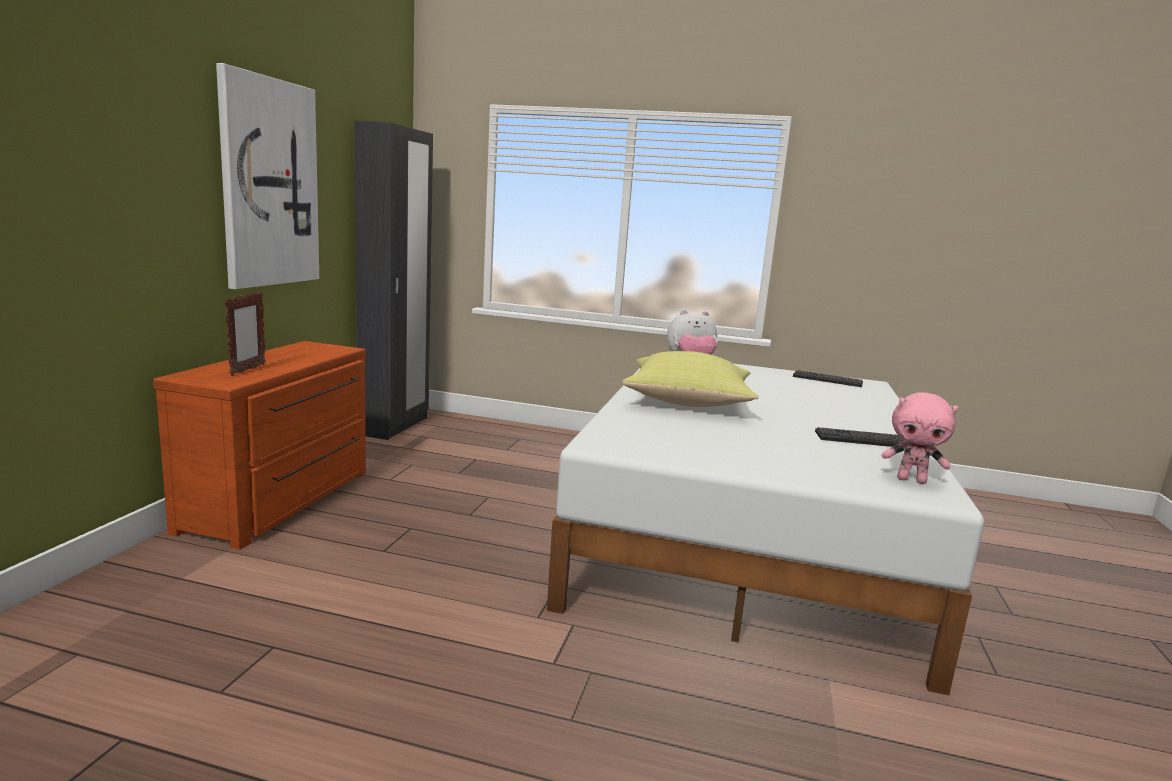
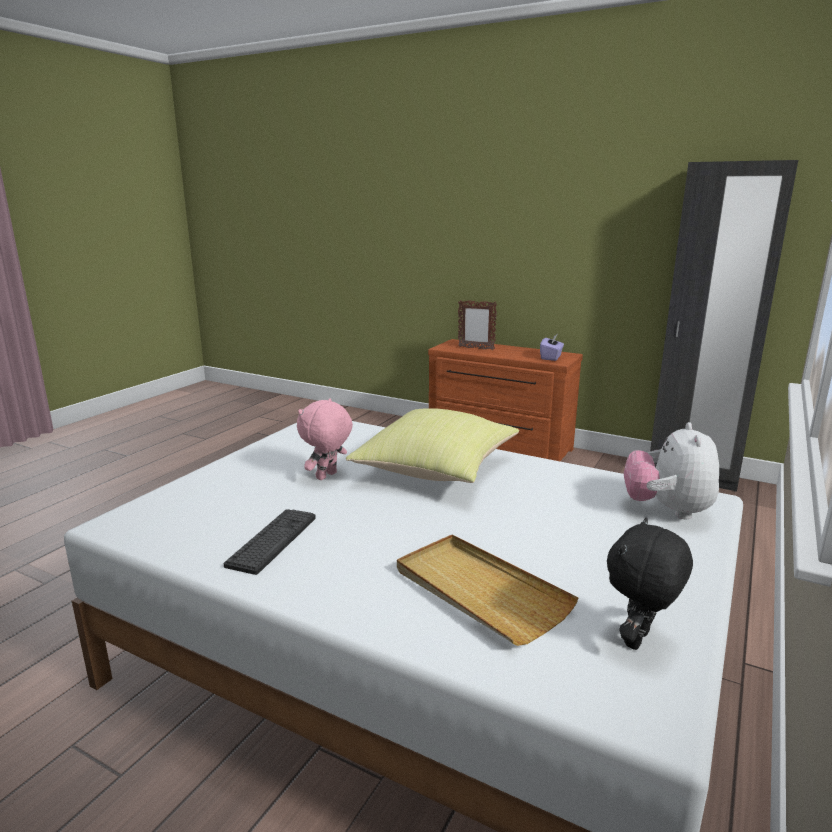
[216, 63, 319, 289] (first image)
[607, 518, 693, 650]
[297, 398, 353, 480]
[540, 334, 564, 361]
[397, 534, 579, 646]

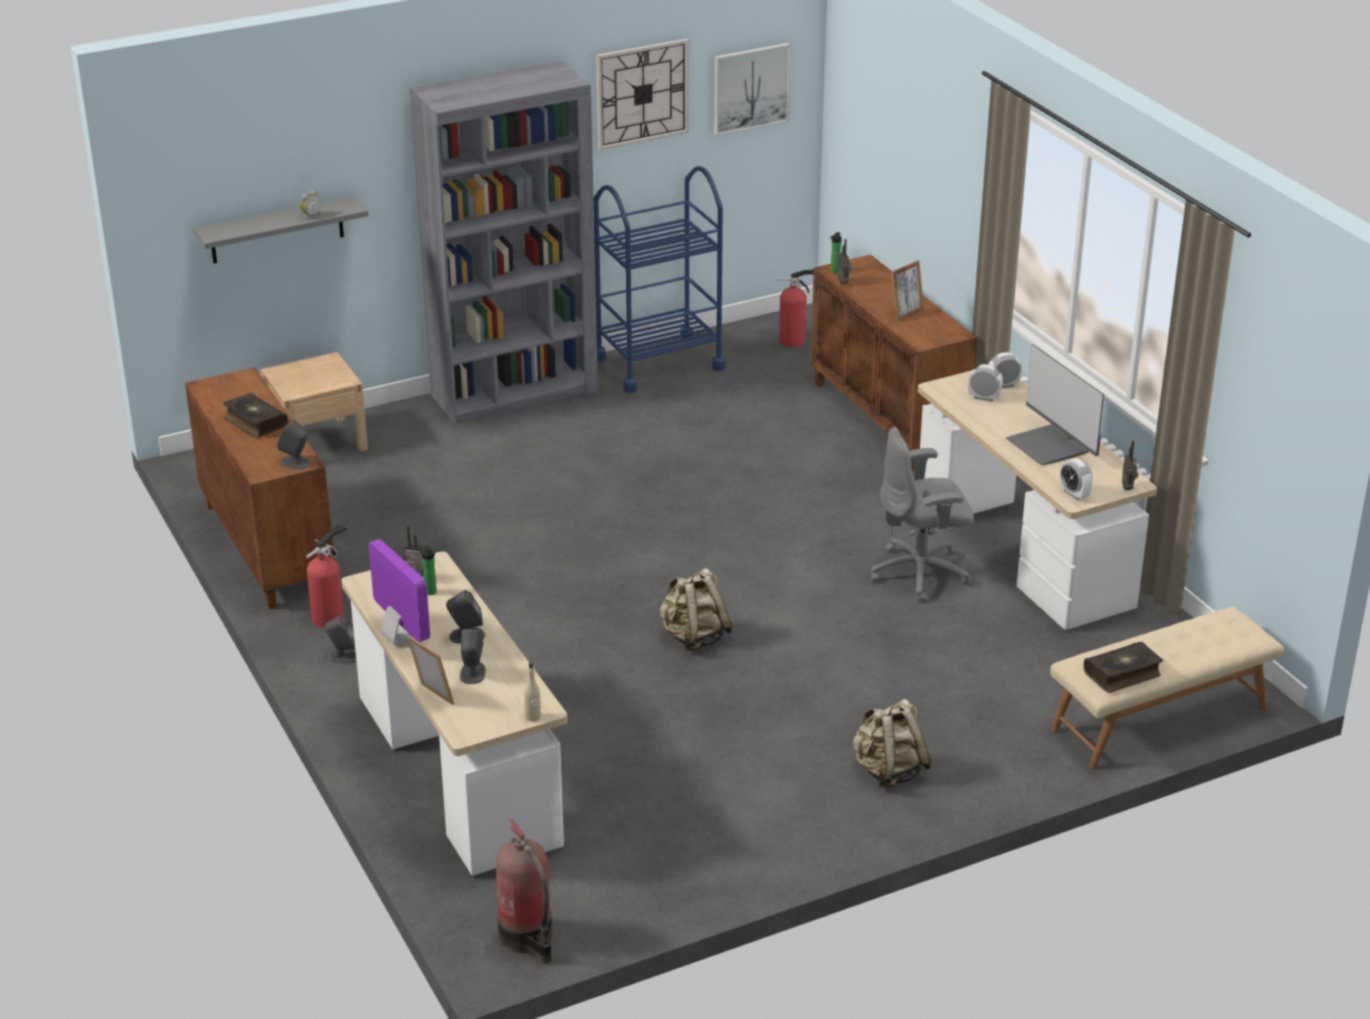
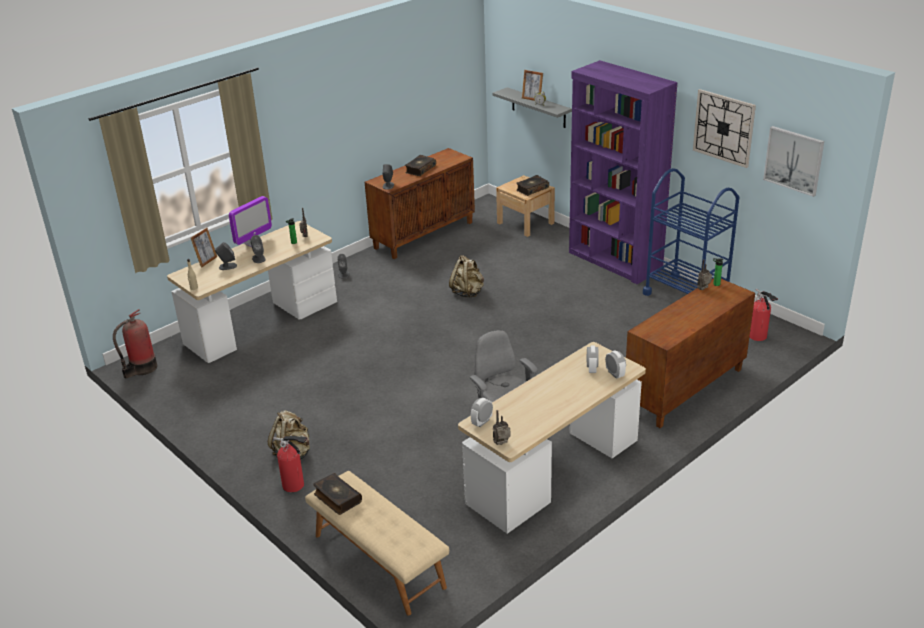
[569, 60, 678, 284]
[522, 70, 543, 101]
[1006, 344, 1104, 465] (first image)
[273, 434, 307, 492]
[449, 255, 484, 298]
[516, 175, 549, 196]

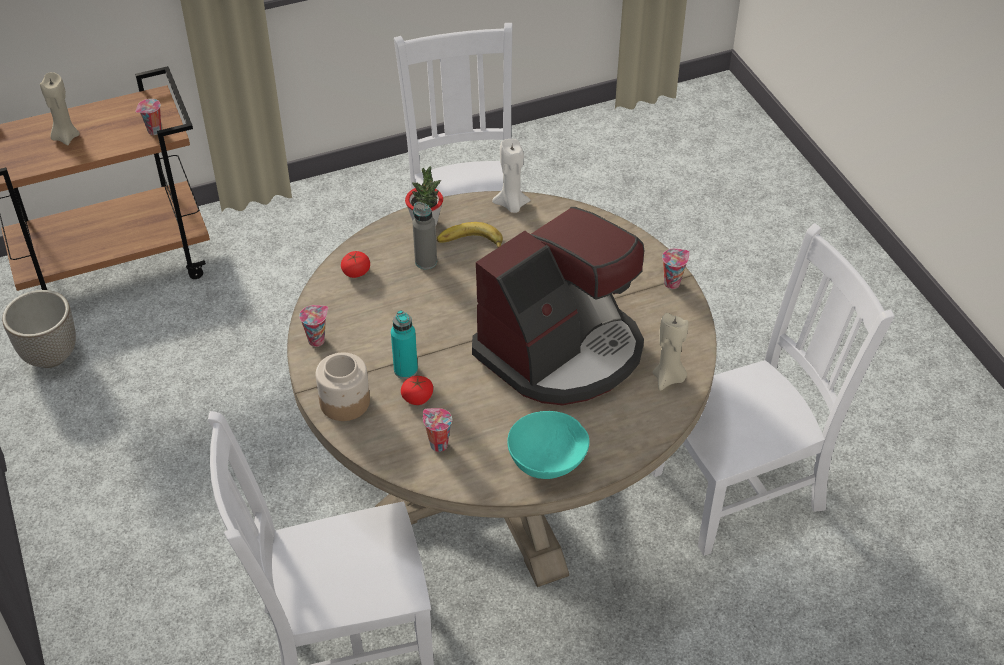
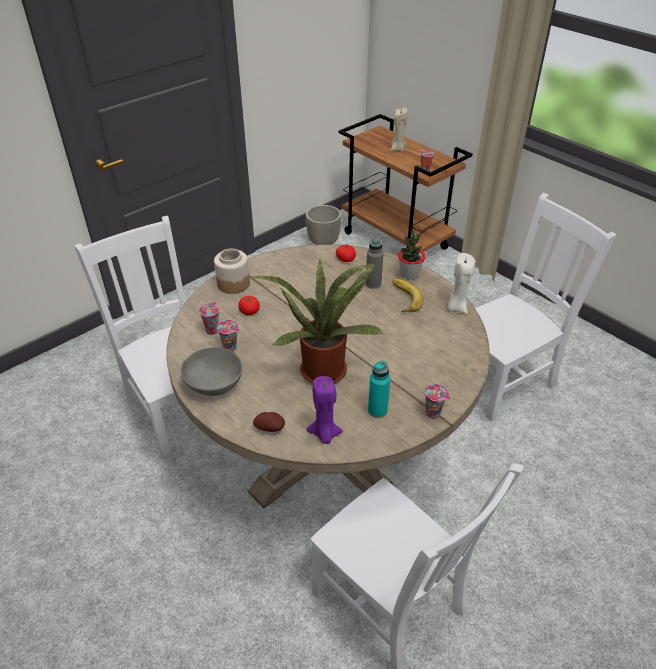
[253, 260, 385, 384]
[217, 320, 239, 352]
[368, 360, 391, 418]
[306, 376, 343, 444]
[181, 347, 243, 396]
[253, 412, 285, 432]

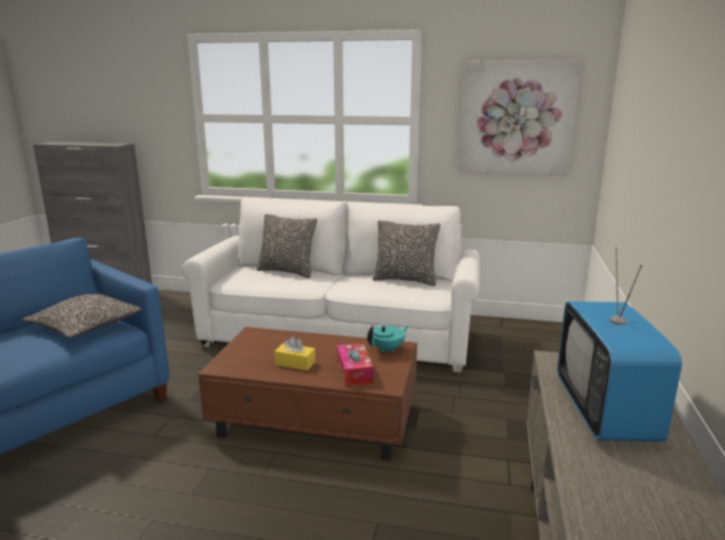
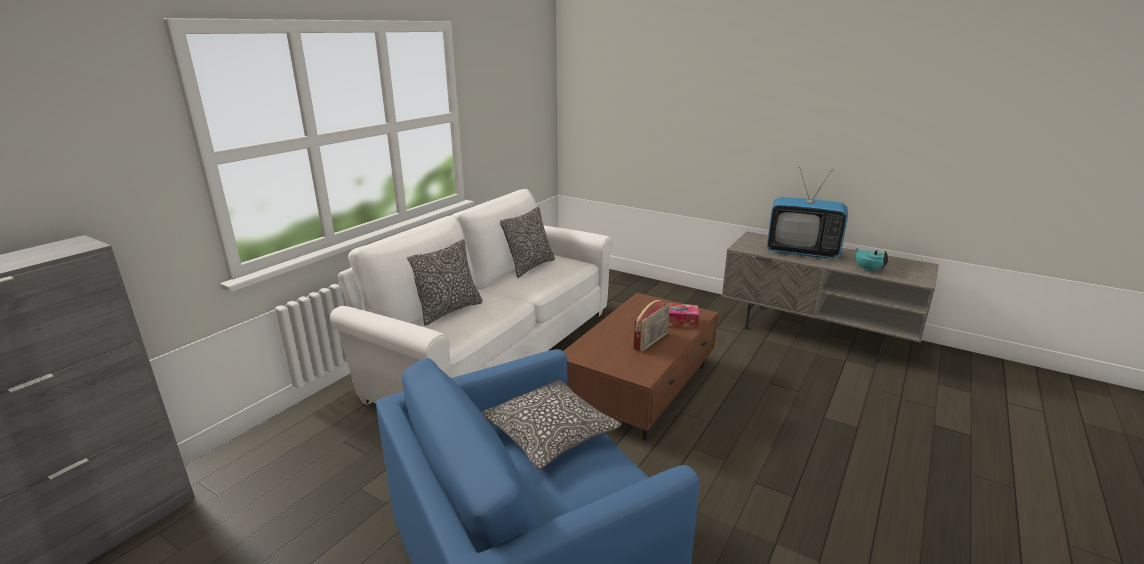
[459, 60, 582, 175] (first image)
[855, 248, 888, 272]
[633, 300, 670, 352]

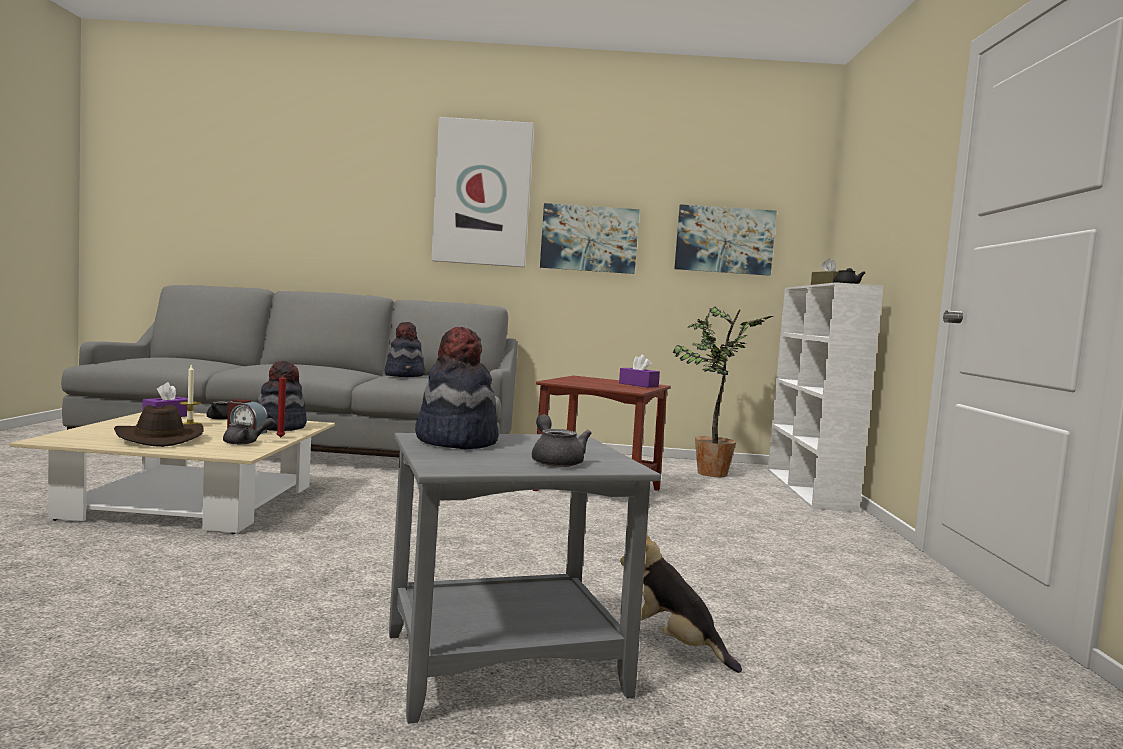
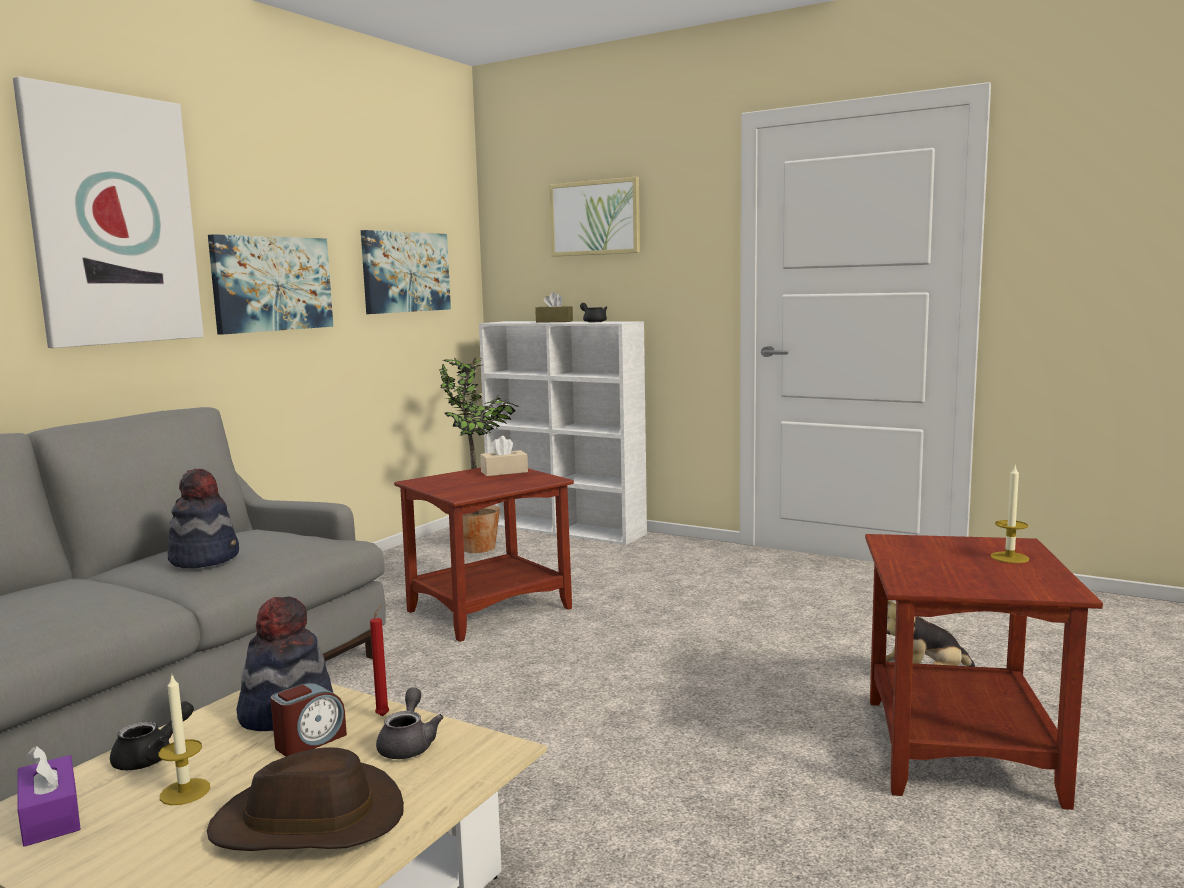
[415, 327, 499, 449] (first image)
[480, 436, 528, 476]
[990, 466, 1029, 563]
[865, 534, 1103, 810]
[549, 177, 640, 257]

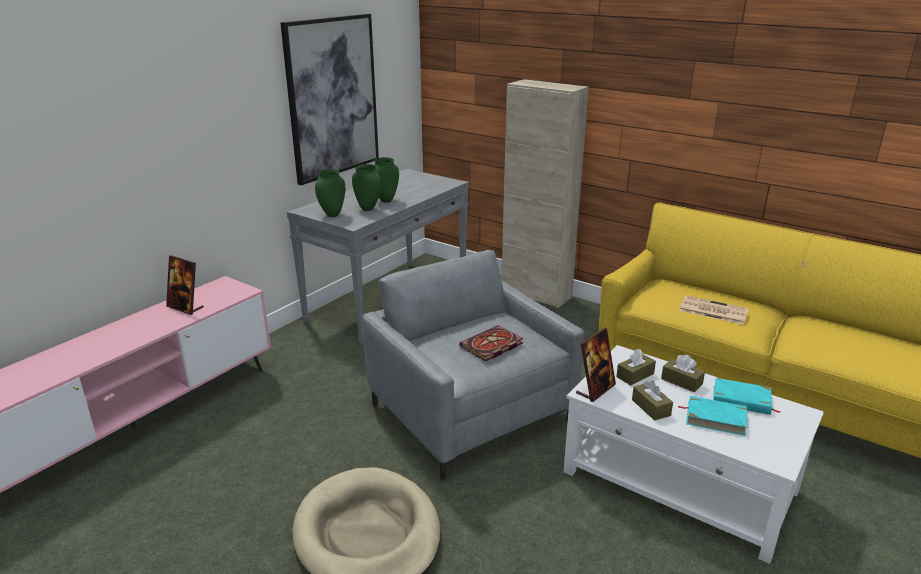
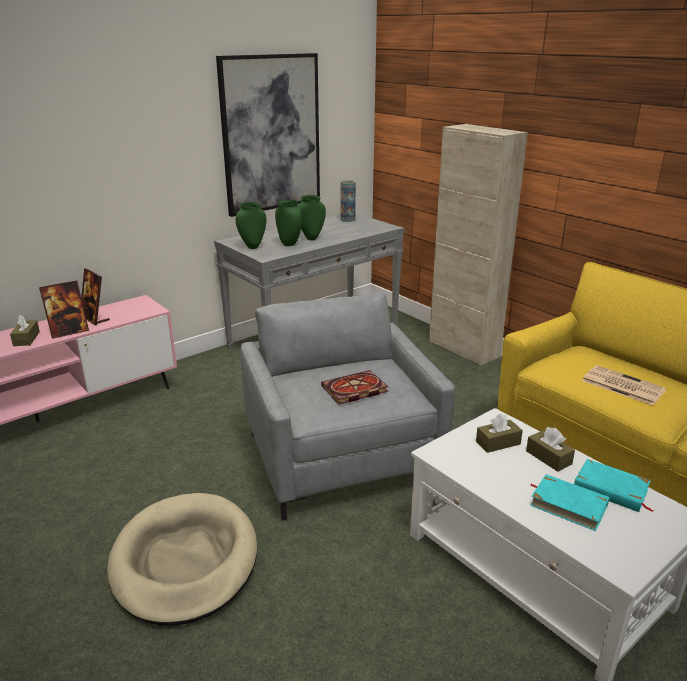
[39, 281, 89, 339]
[10, 315, 40, 346]
[341, 180, 356, 222]

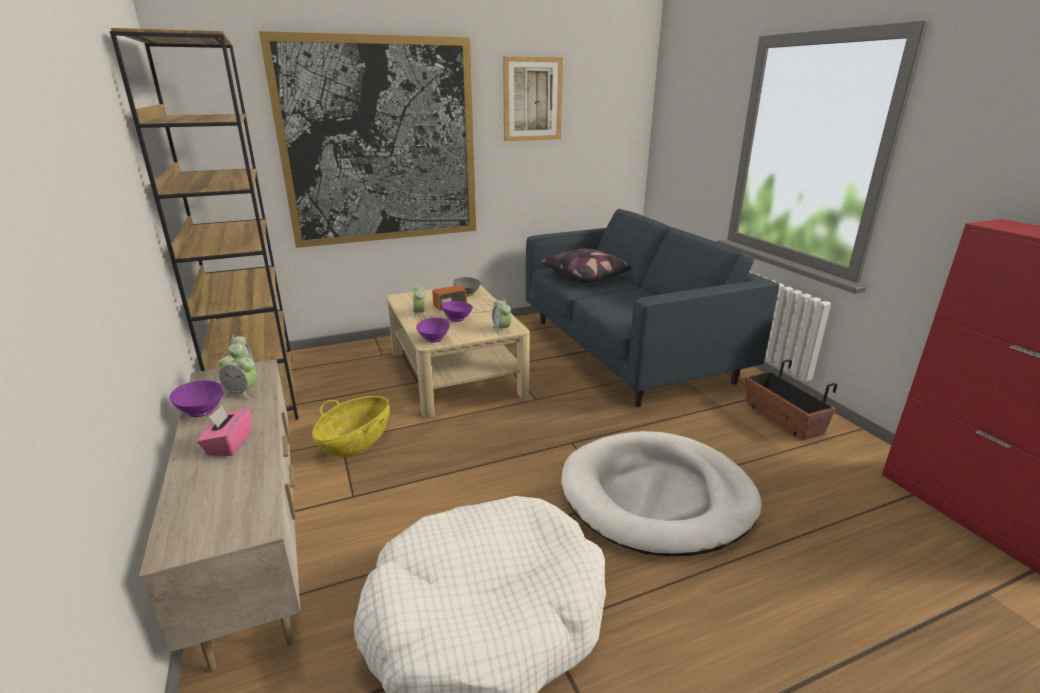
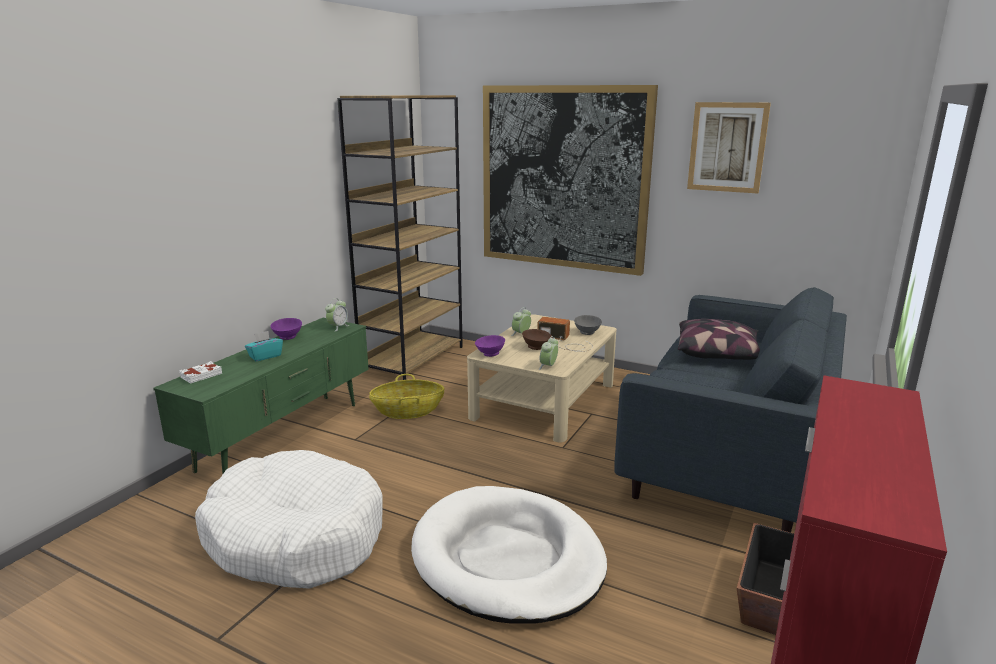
[522, 329, 552, 350]
[218, 351, 257, 399] (first image)
[153, 318, 369, 474]
[245, 331, 283, 361]
[179, 361, 222, 384]

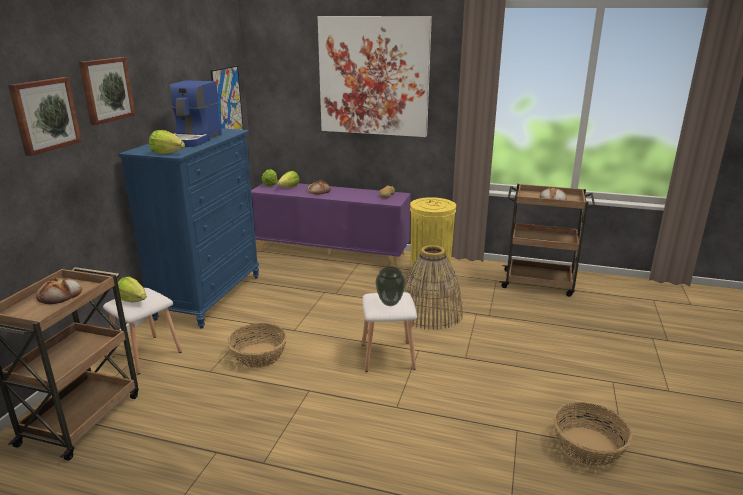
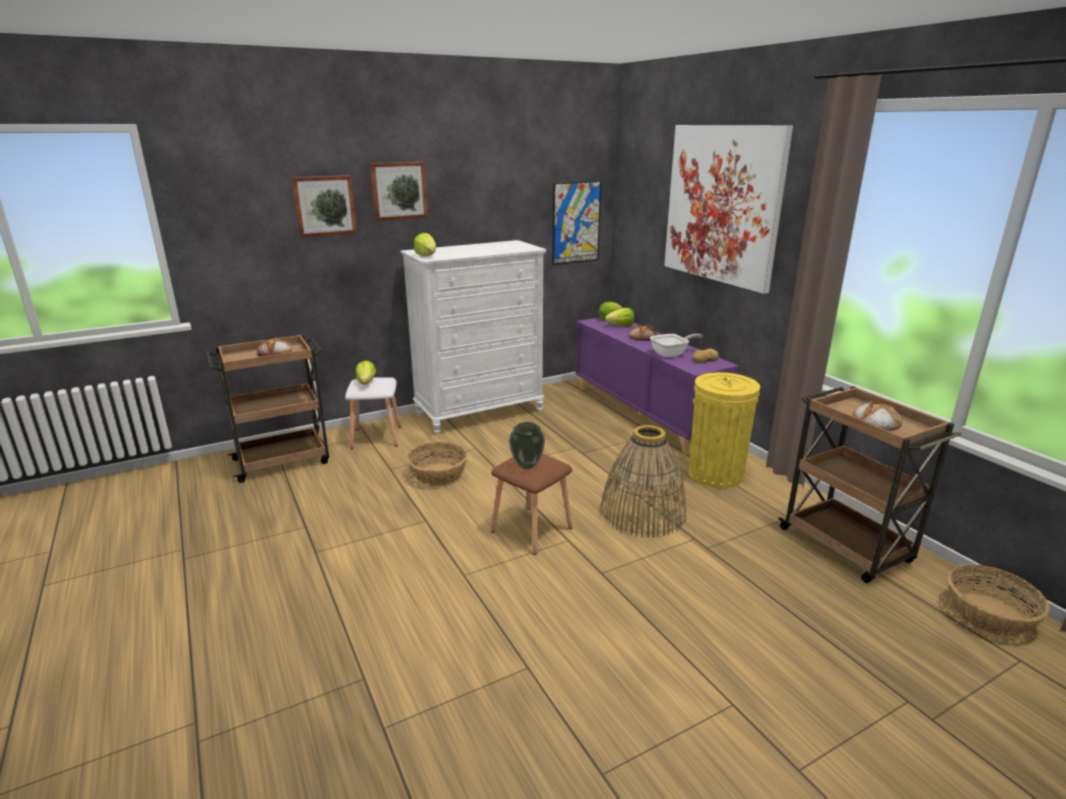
[170, 80, 222, 147] (first image)
[400, 240, 546, 435]
[491, 454, 573, 555]
[948, 564, 1050, 637]
[650, 334, 702, 357]

